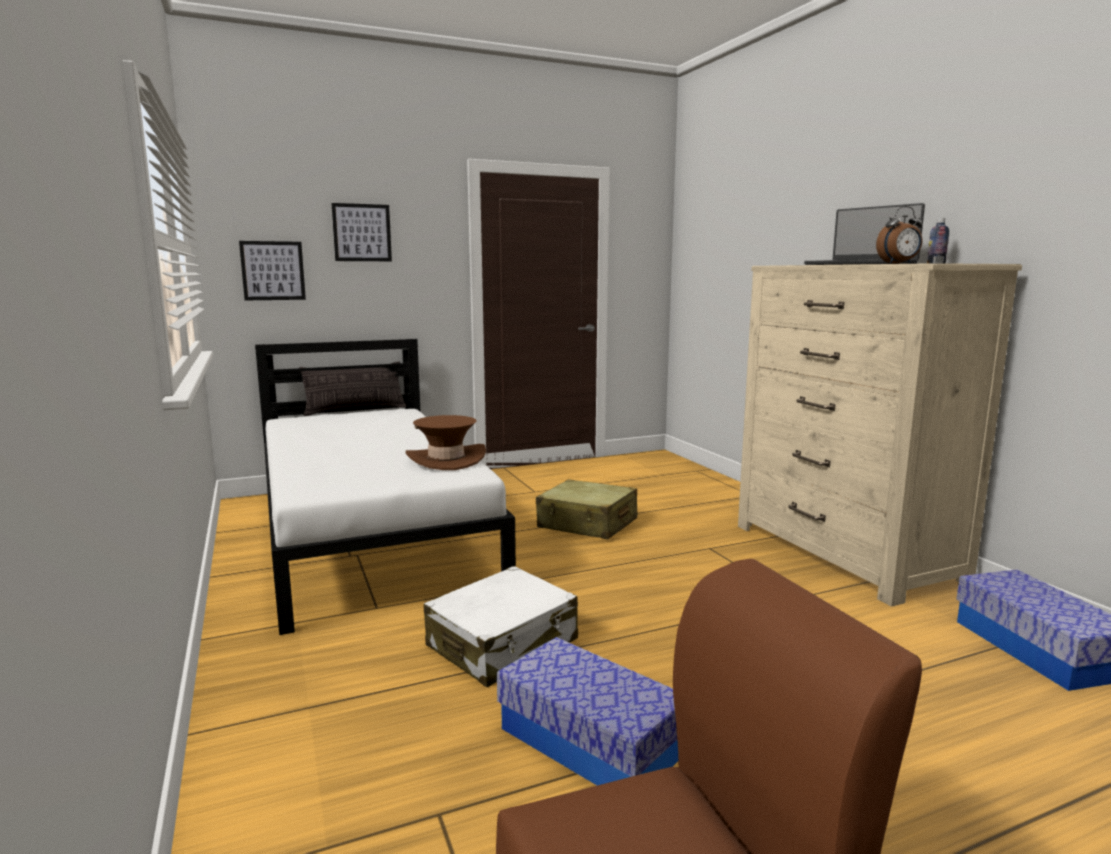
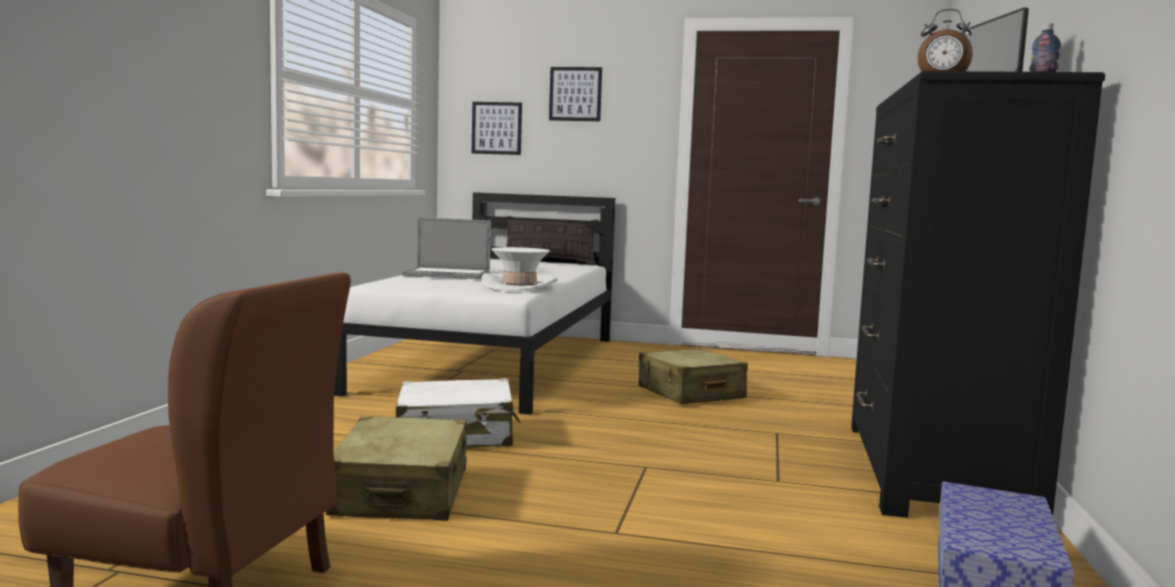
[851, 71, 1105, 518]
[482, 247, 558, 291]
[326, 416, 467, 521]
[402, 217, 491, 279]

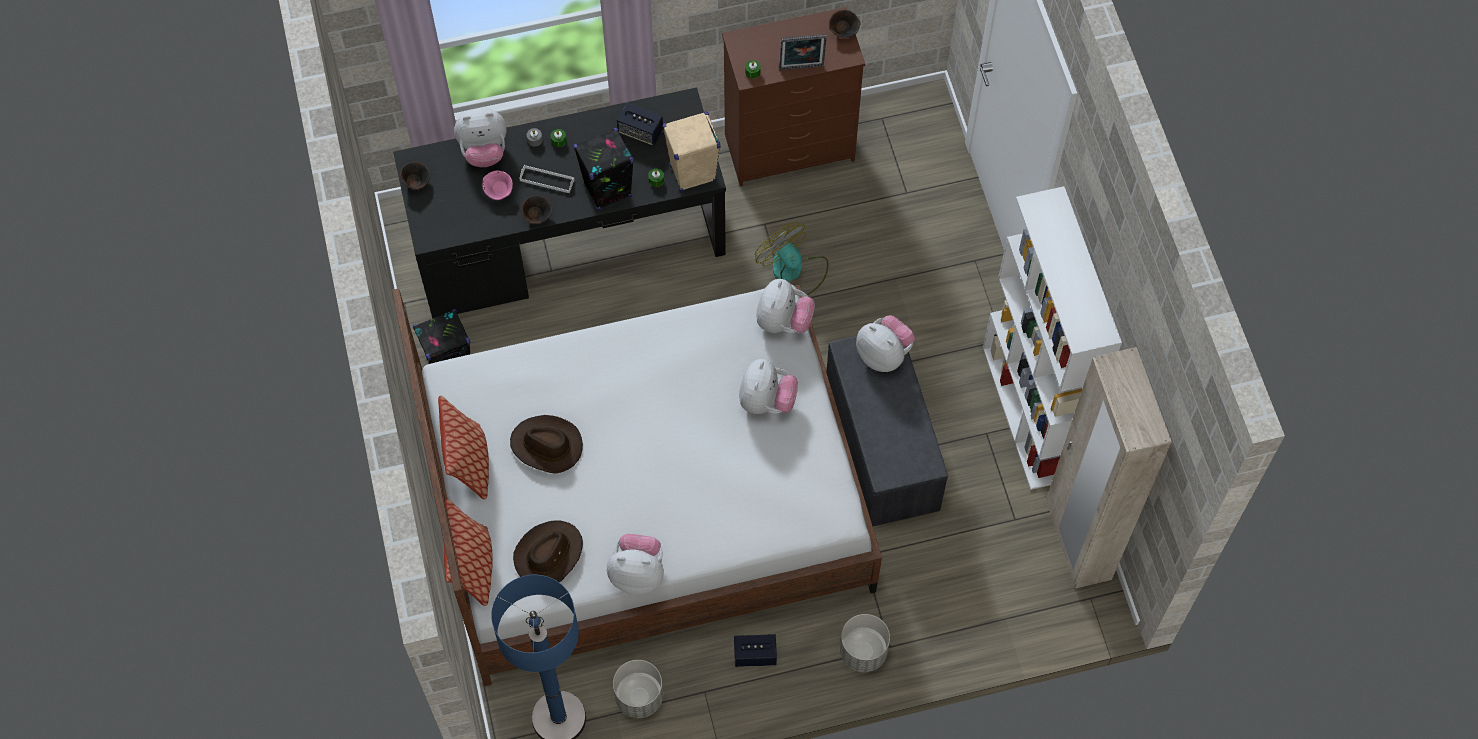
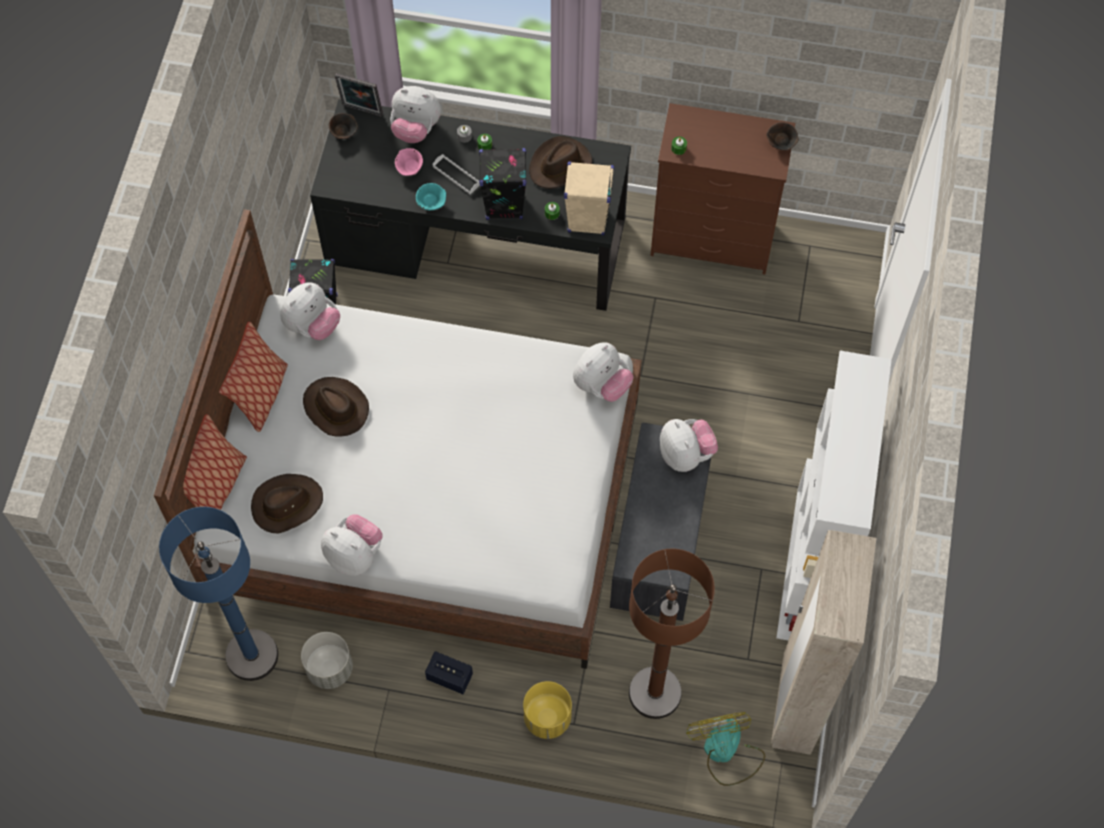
[335, 73, 383, 117]
[529, 136, 592, 189]
[416, 183, 446, 210]
[686, 712, 765, 786]
[280, 282, 340, 340]
[523, 681, 572, 739]
[629, 549, 715, 719]

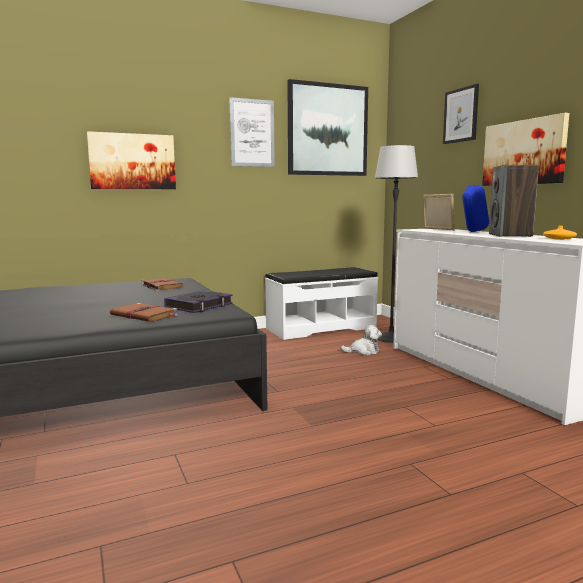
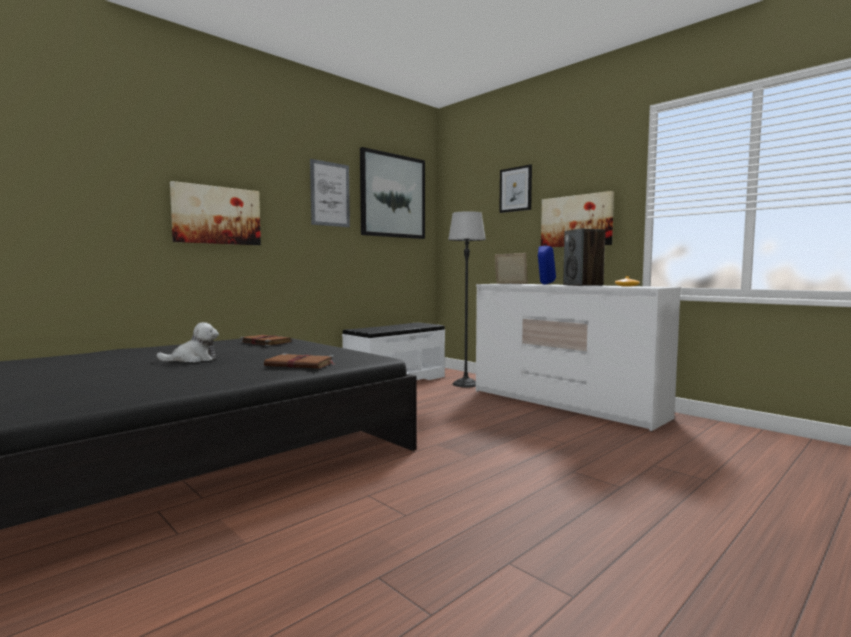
[164, 290, 233, 313] (first image)
[156, 322, 219, 363]

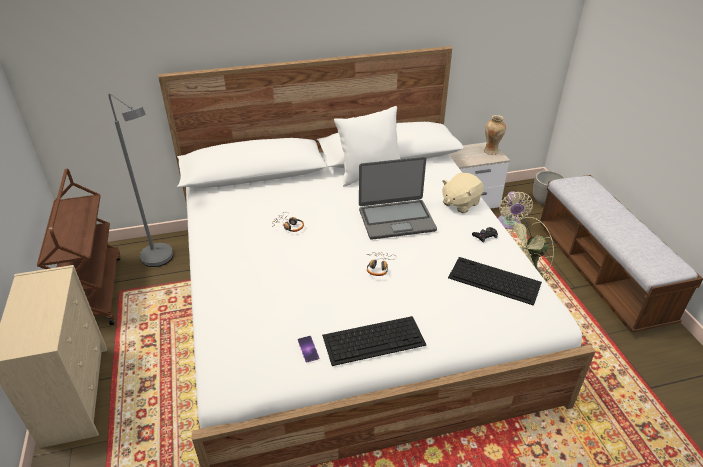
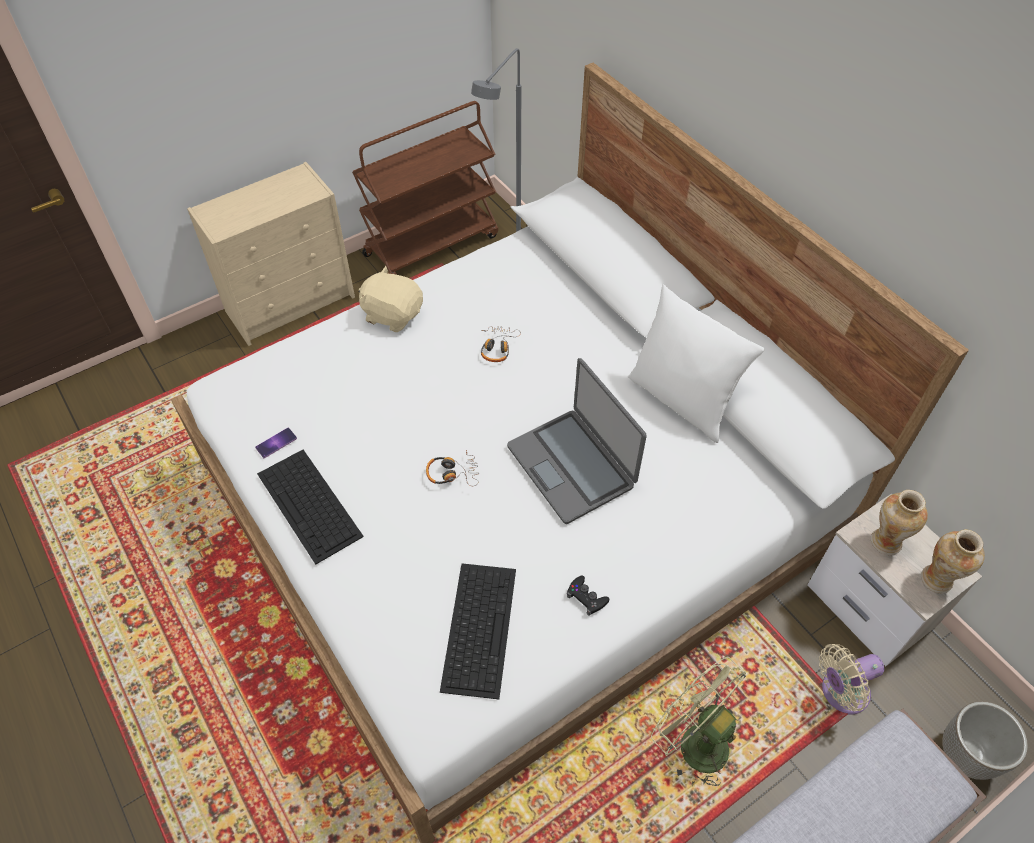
[358, 266, 423, 332]
[871, 490, 928, 555]

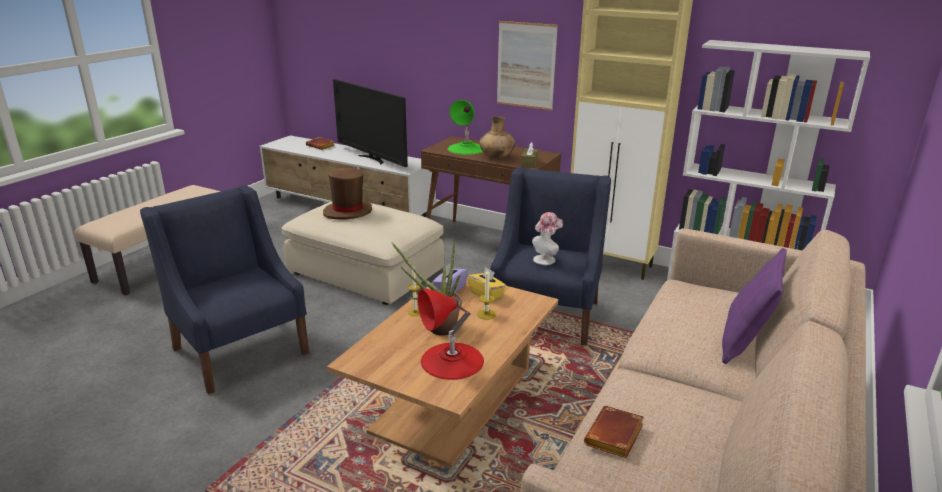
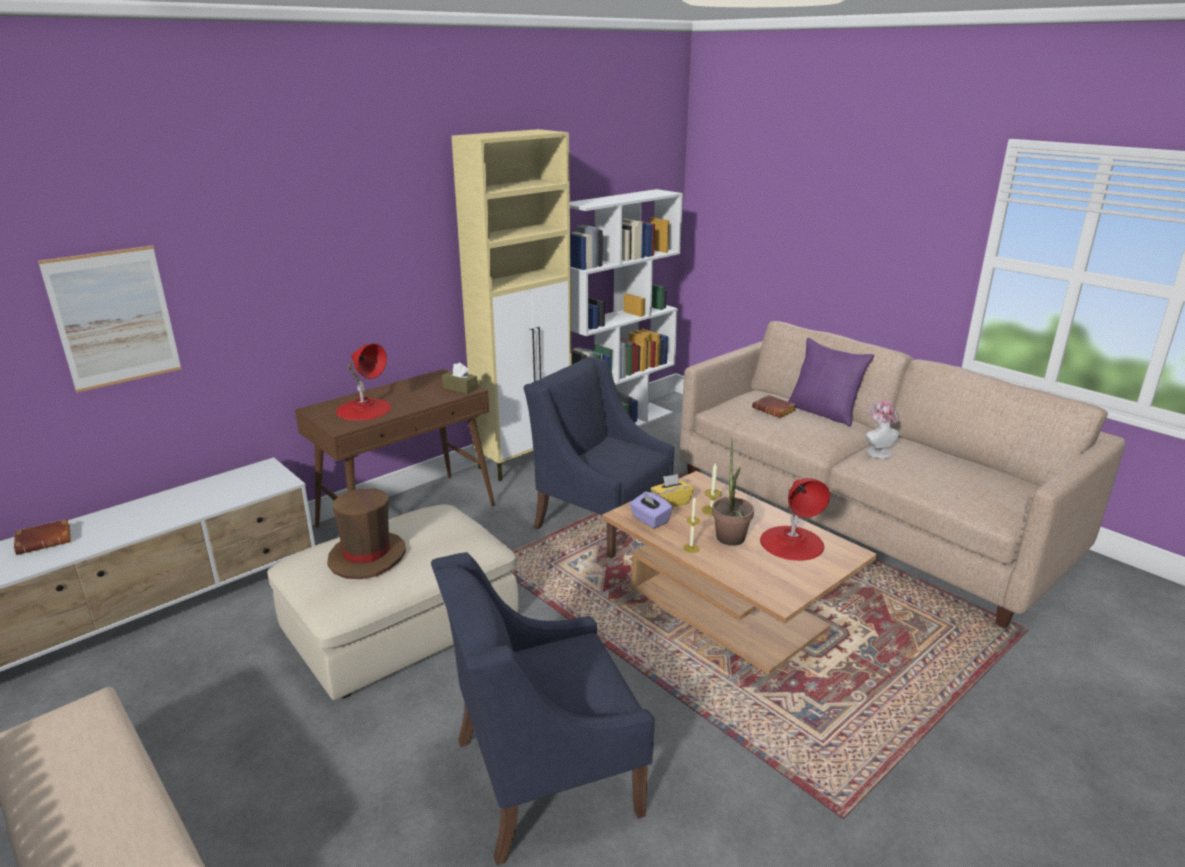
[38, 245, 182, 393]
[333, 79, 408, 167] (first image)
[336, 344, 391, 421]
[479, 116, 515, 159] (first image)
[865, 399, 900, 459]
[752, 395, 796, 418]

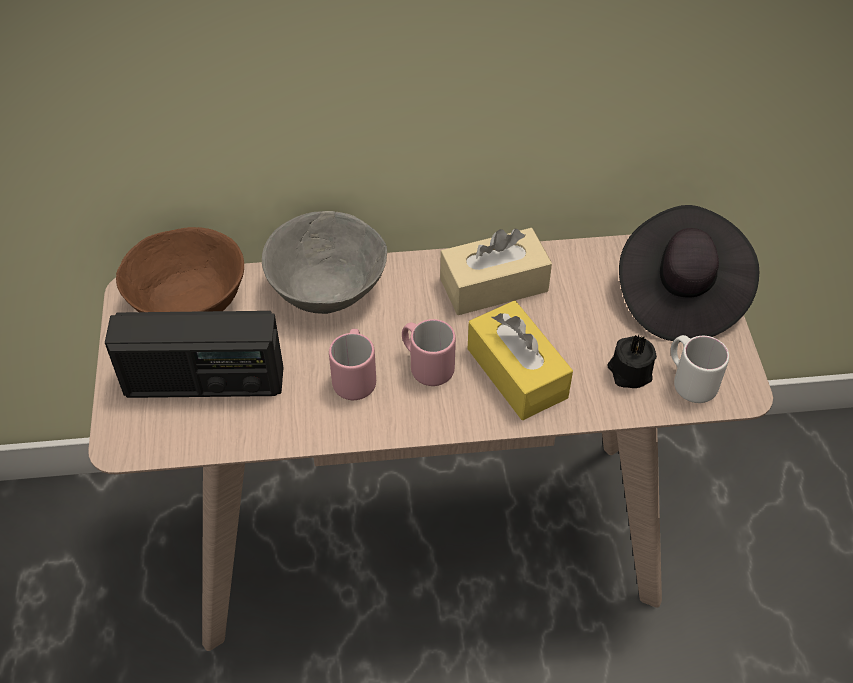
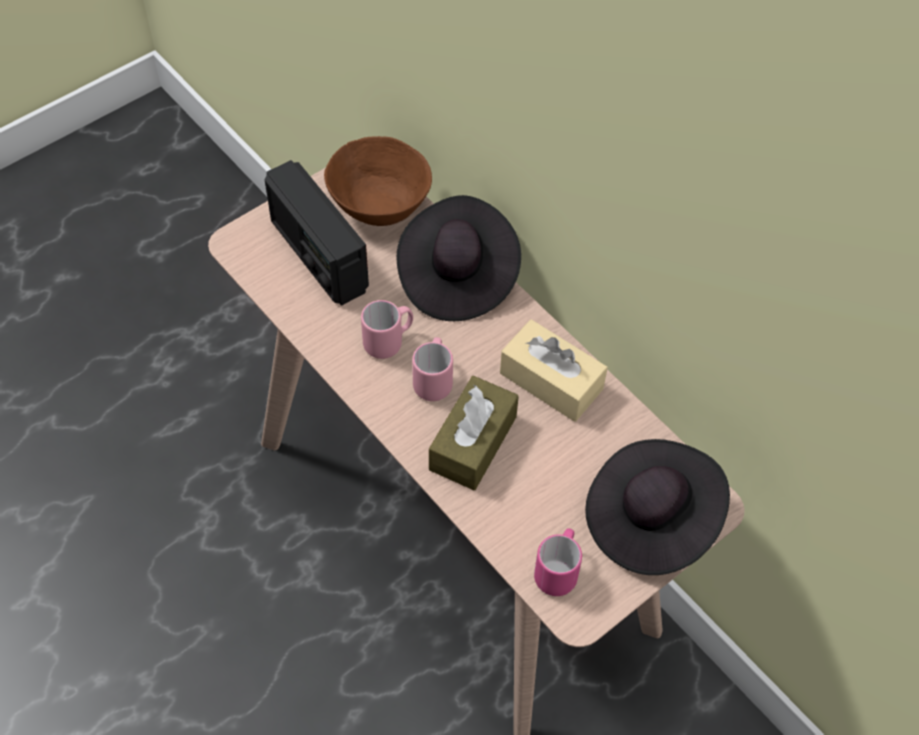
[396, 195, 521, 321]
[429, 376, 519, 490]
[607, 334, 657, 388] (first image)
[534, 528, 582, 596]

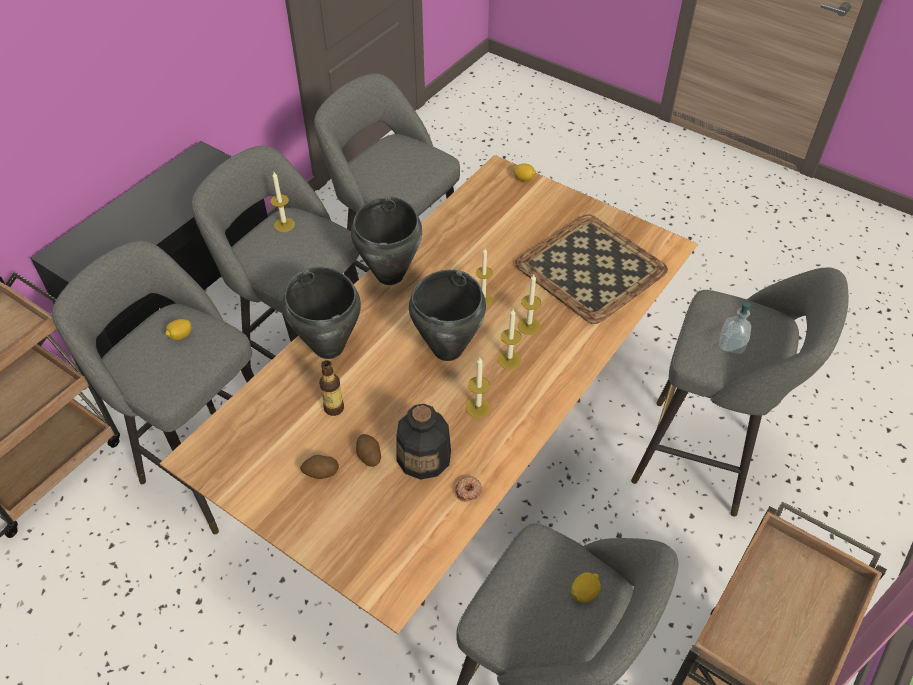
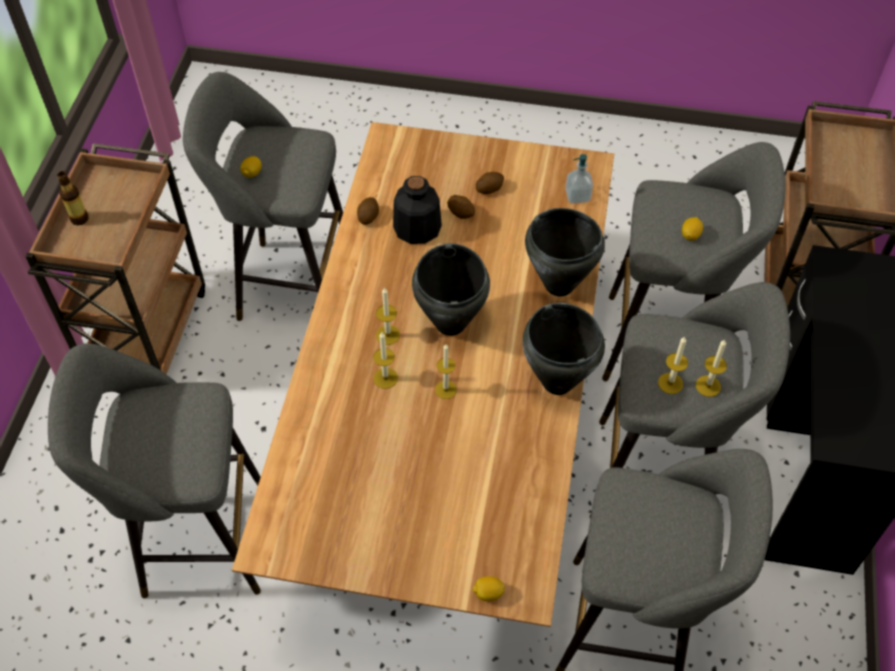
[515, 215, 668, 324] (first image)
[565, 154, 593, 204]
[658, 336, 688, 394]
[57, 171, 89, 225]
[357, 197, 379, 225]

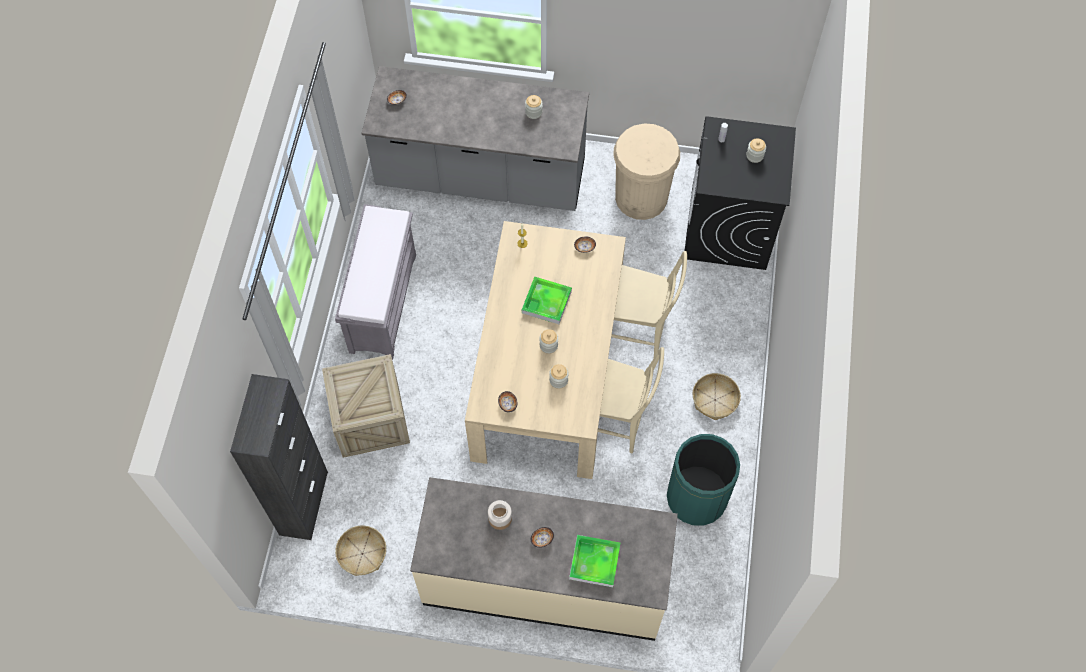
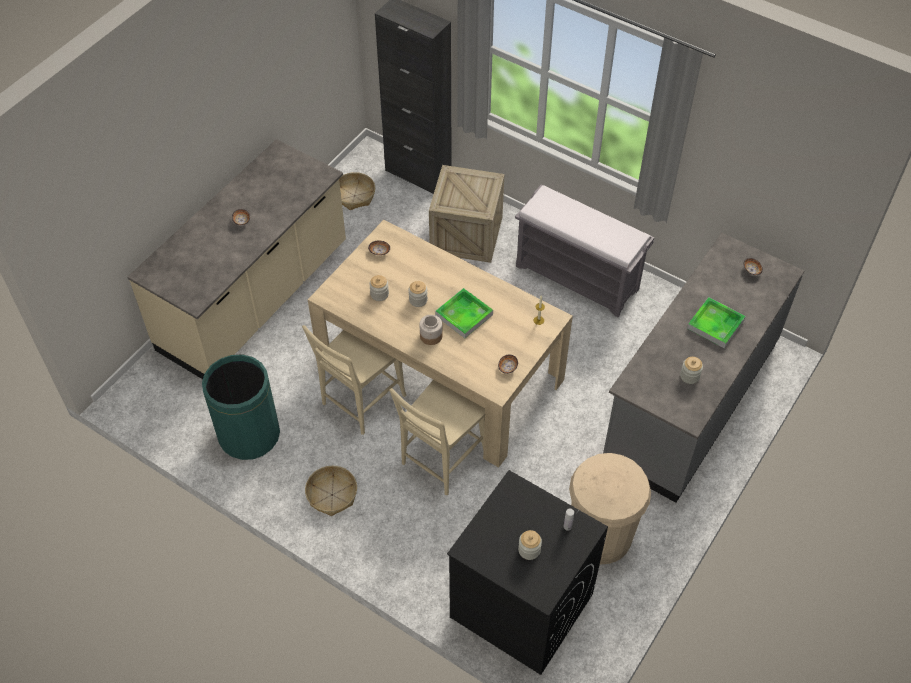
[420, 315, 443, 345]
[687, 297, 746, 348]

